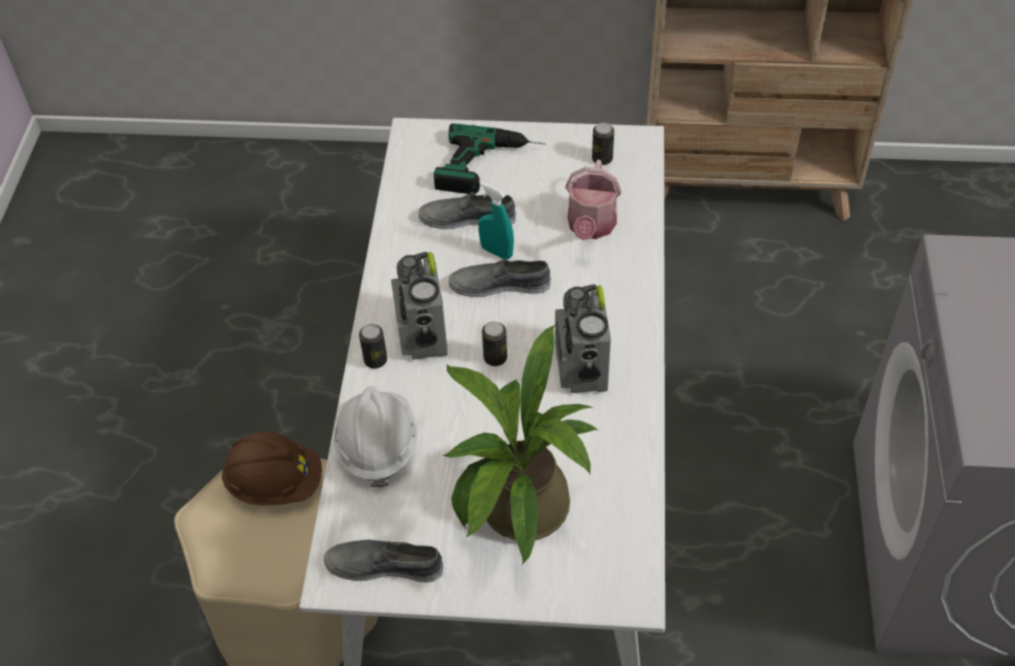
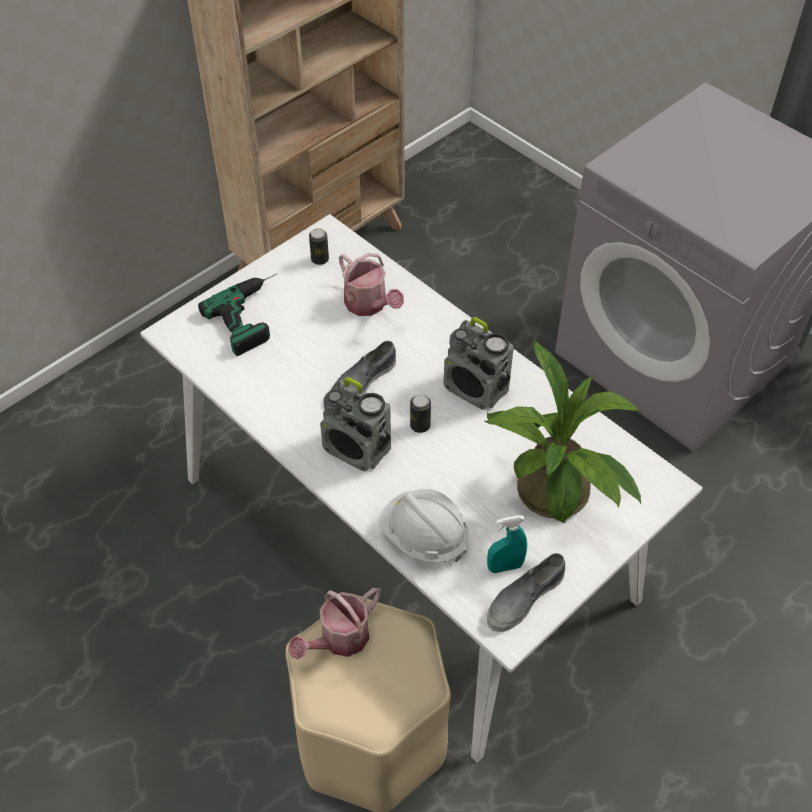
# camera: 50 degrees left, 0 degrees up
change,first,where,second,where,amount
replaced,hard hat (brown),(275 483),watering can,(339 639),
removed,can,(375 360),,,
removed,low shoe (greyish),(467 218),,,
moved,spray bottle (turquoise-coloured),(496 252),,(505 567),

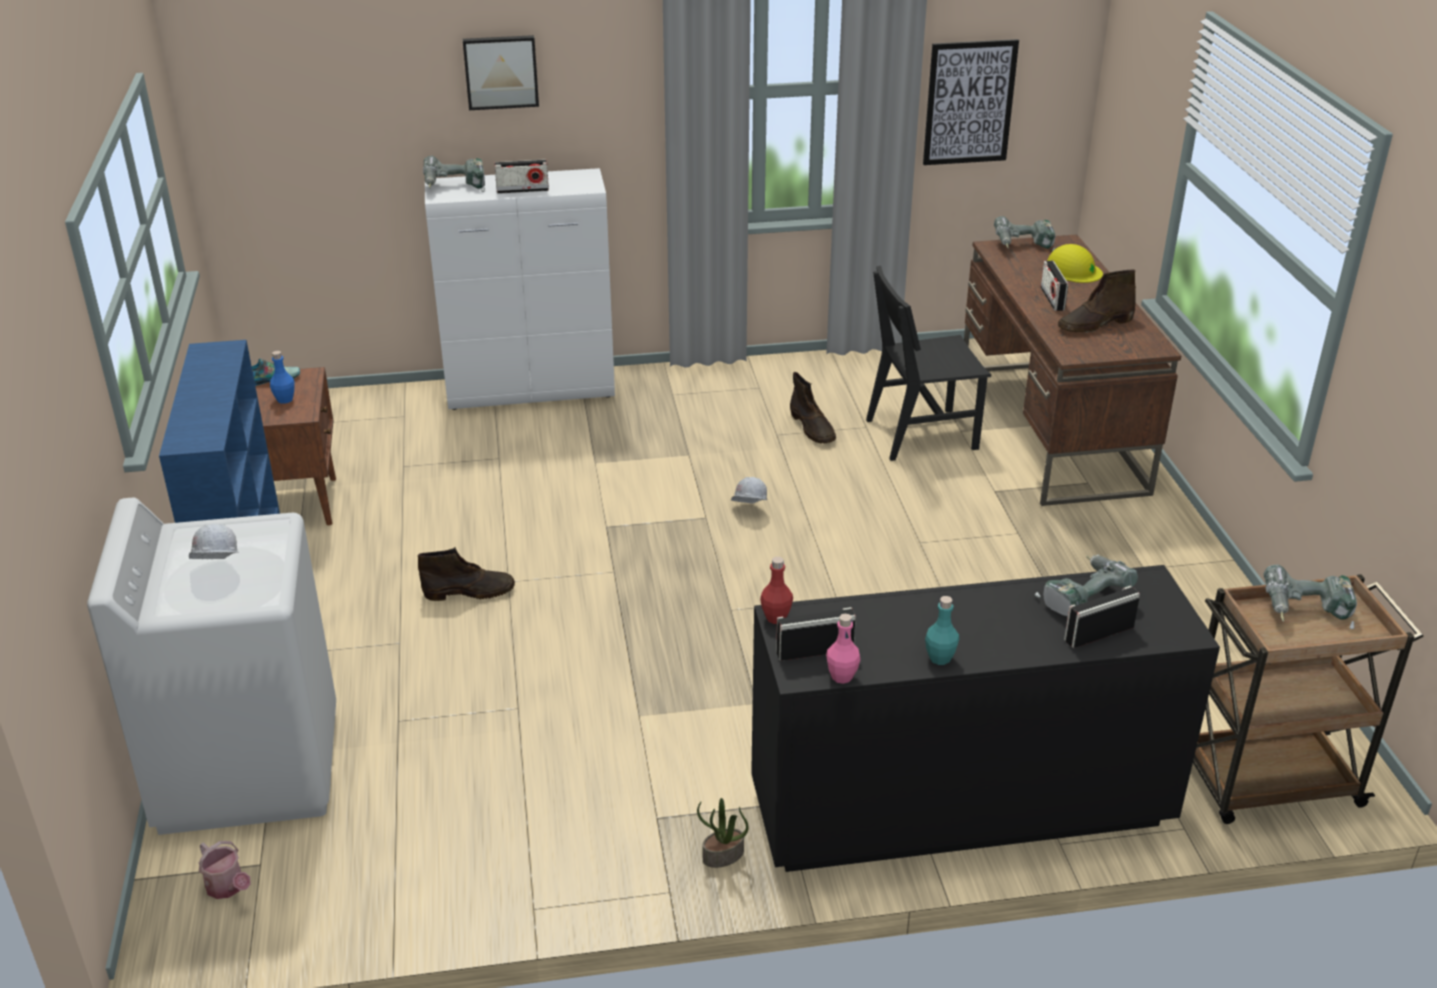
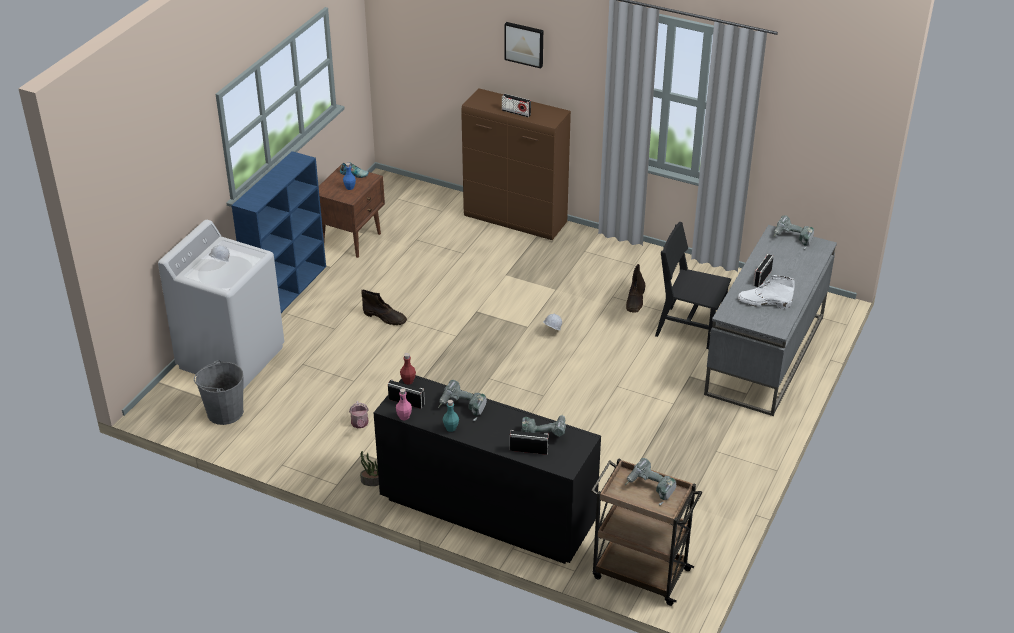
# camera: 35 degrees right, 5 degrees up
change,first,where,second,where,amount
moved,watering can,(228 888),,(360 424),
moved,power drill,(455 188),,(462 408),
recoloured,storage cabinet (white),(532 391),storage cabinet (brown),(516 220),
removed,picture,(969 102),,,
recoloured,desk (brown),(1051 430),desk (greyish),(765 356),
removed,hard hat (yellow),(1072 270),,,
recoloured,tall boot (brown),(1094 324),tall boot (white),(763 302),
added,,,bucket (greyish),(225 412),

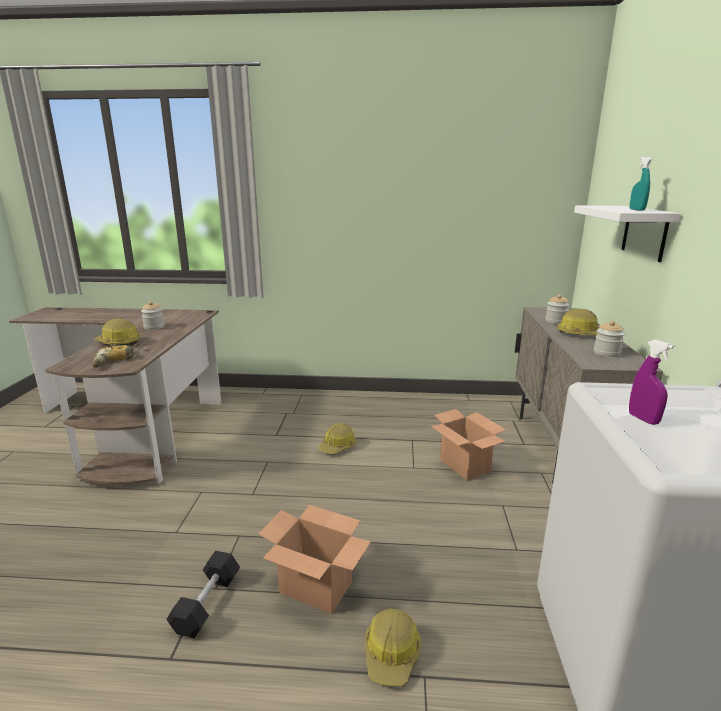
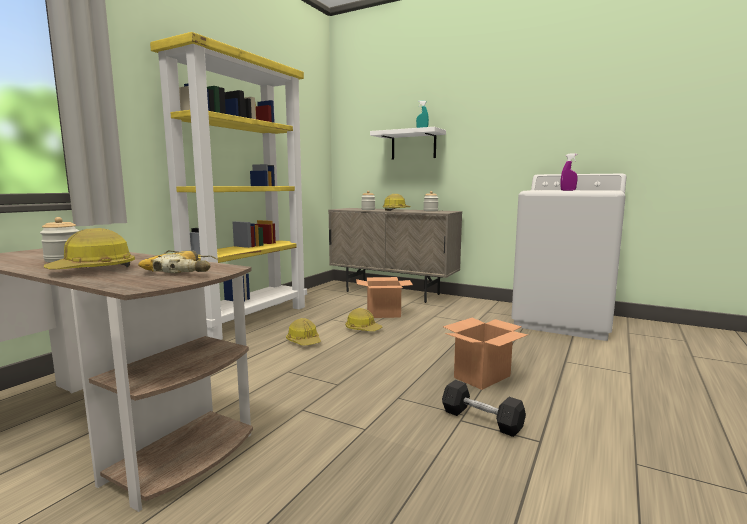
# camera: 65 degrees left, 10 degrees down
change,first,where,second,where,amount
moved,hard hat,(392 654),,(363 329),
added,,,bookcase (yellow),(249 319),

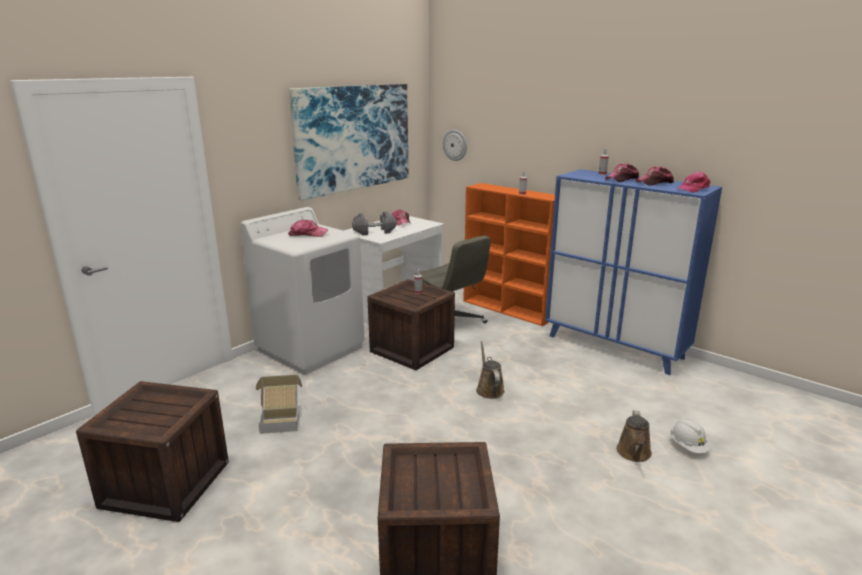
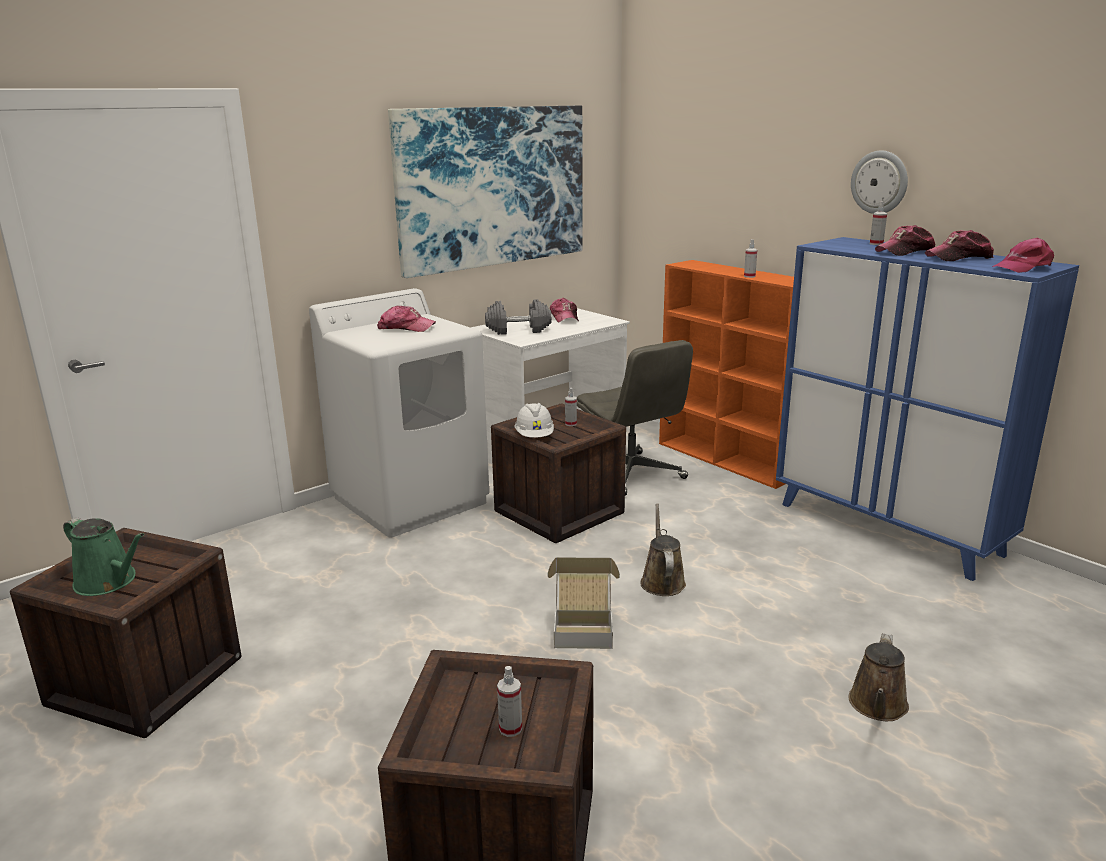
# camera: 10 degrees right, 0 degrees up
change,first,where,second,where,amount
moved,packing box,(281 419),,(583 628),
moved,hanging clock,(455 145),,(879 182),
moved,hard hat (white),(688 446),,(534 436),
added,,,watering can (greenish),(109 582),
added,,,spray bottle,(510 728),

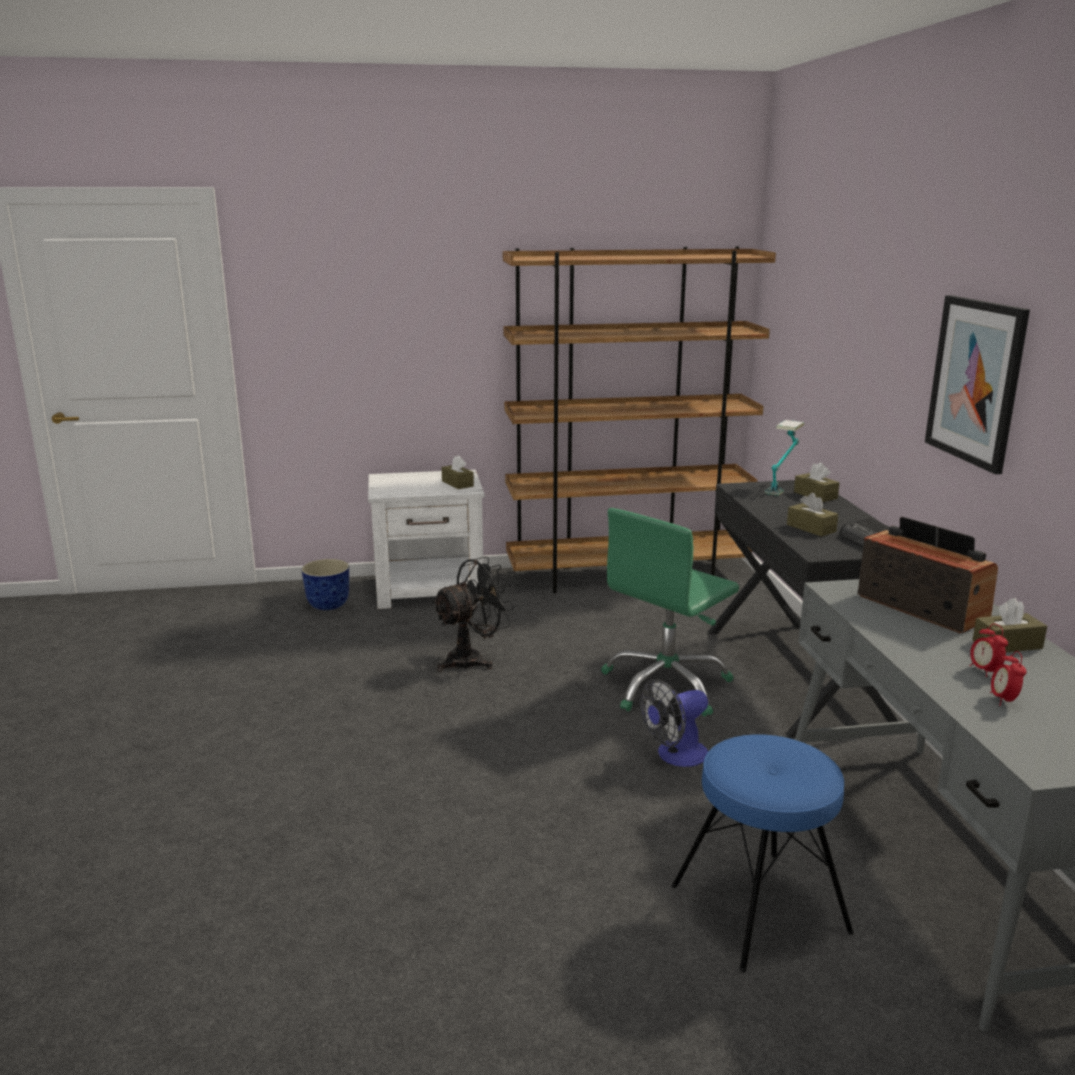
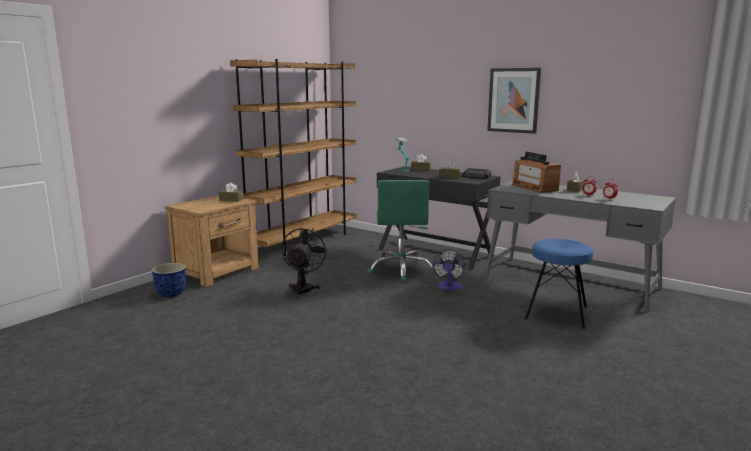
# camera: 45 degrees left, 5 degrees down
change,first,where,second,where,amount
recoloured,nightstand (white),(430 590),nightstand (brown),(218 272),
turned,radio receiver,(922 607),,(534 187),120 degrees counterclockwise

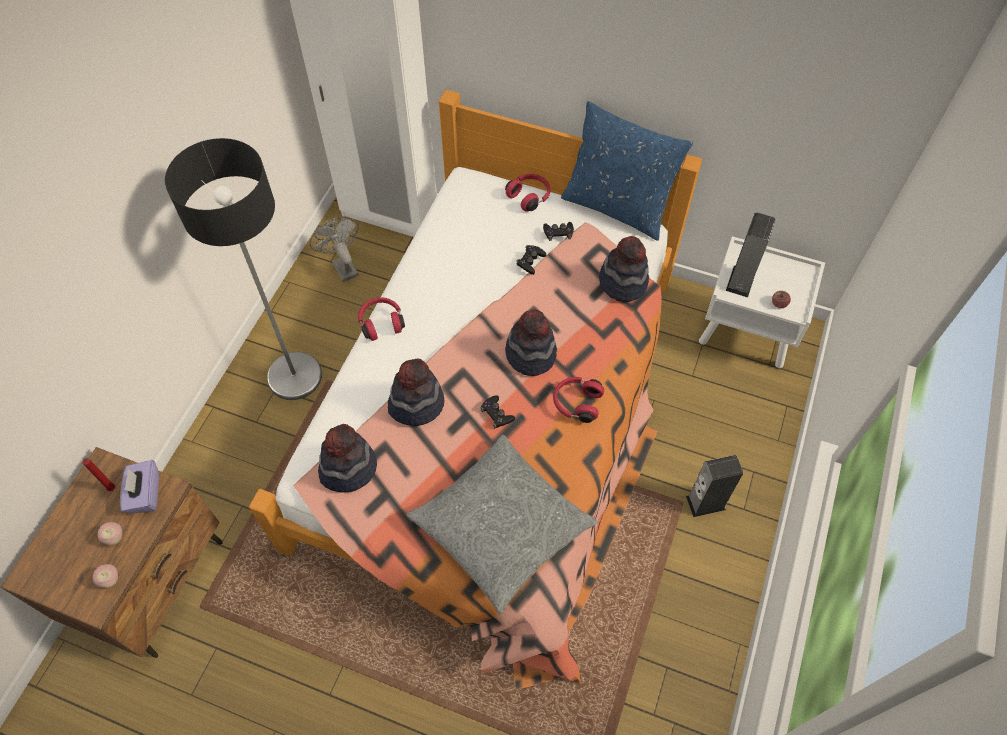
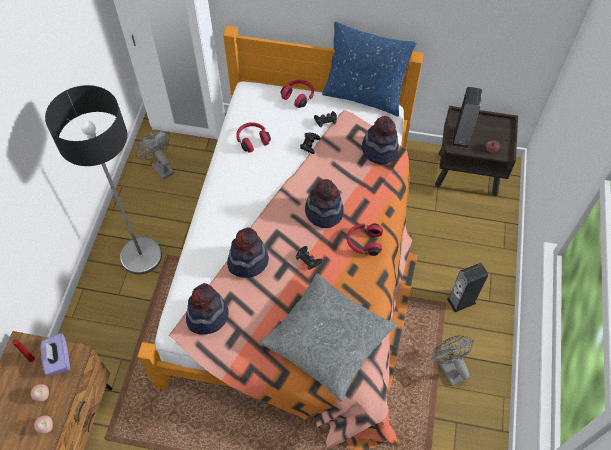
# camera: 10 degrees left, 0 degrees up
change,first,where,second,where,amount
moved,pair of headphones (red-coloured),(381 322),,(252 140),
recoloured,nightstand (white),(747 332),nightstand (brown),(468 174),
added,,,cooling fan (greyish),(448 367),

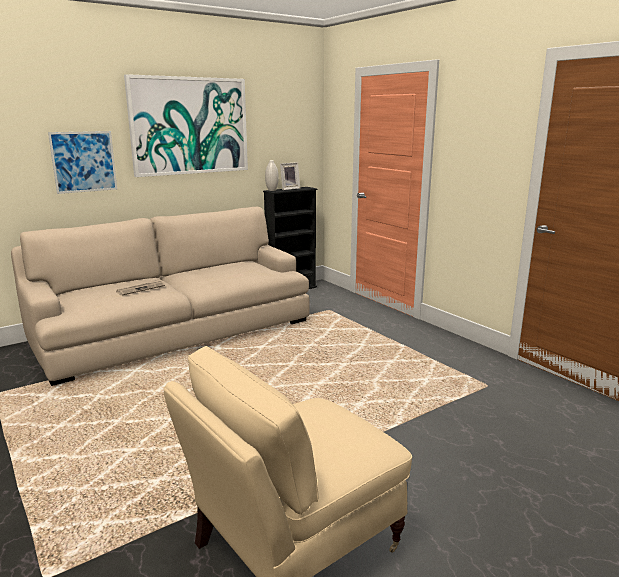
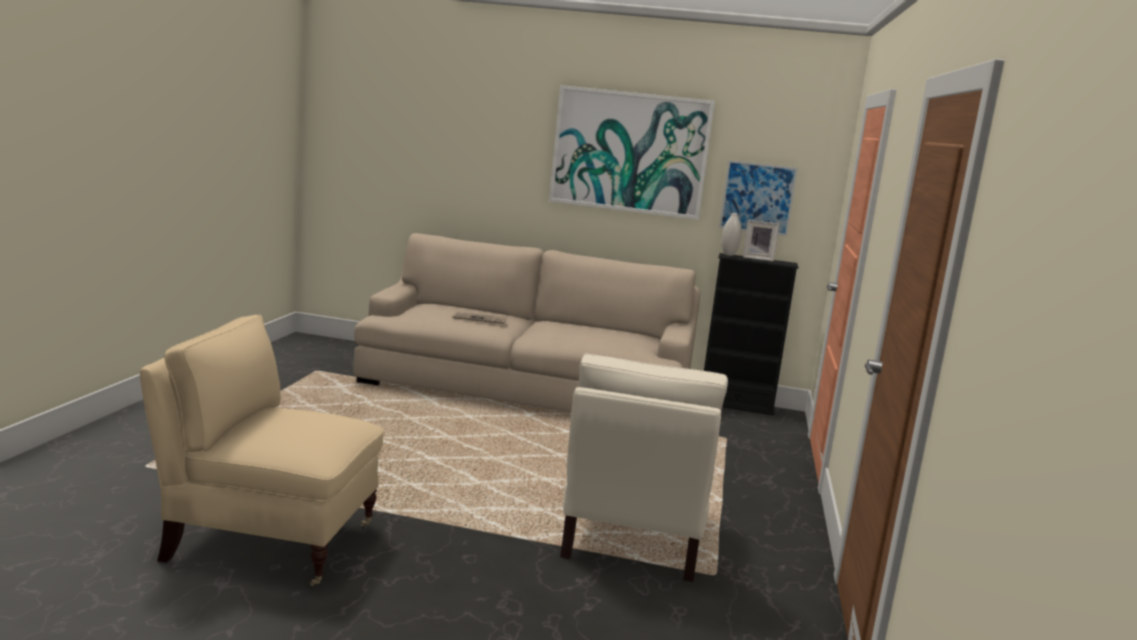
# camera: 45 degrees right, 5 degrees down
change,first,where,second,where,amount
moved,picture,(84 162),,(757 198),
added,,,armchair (sand-coloured),(632 537),

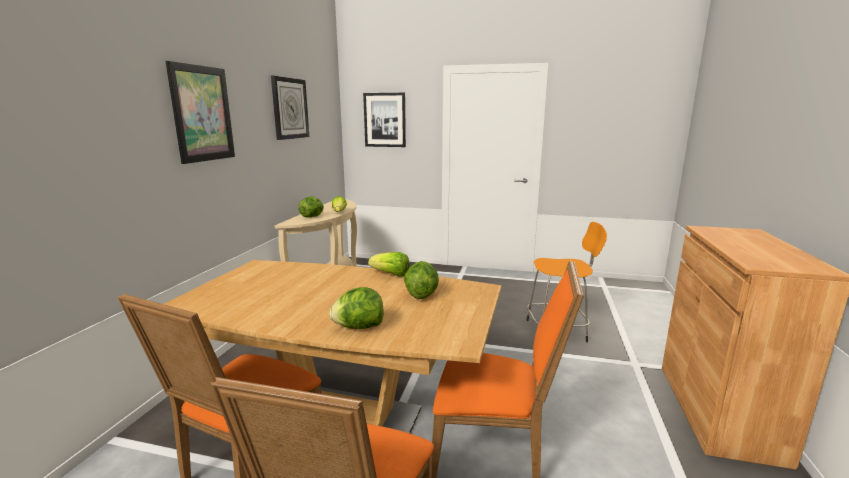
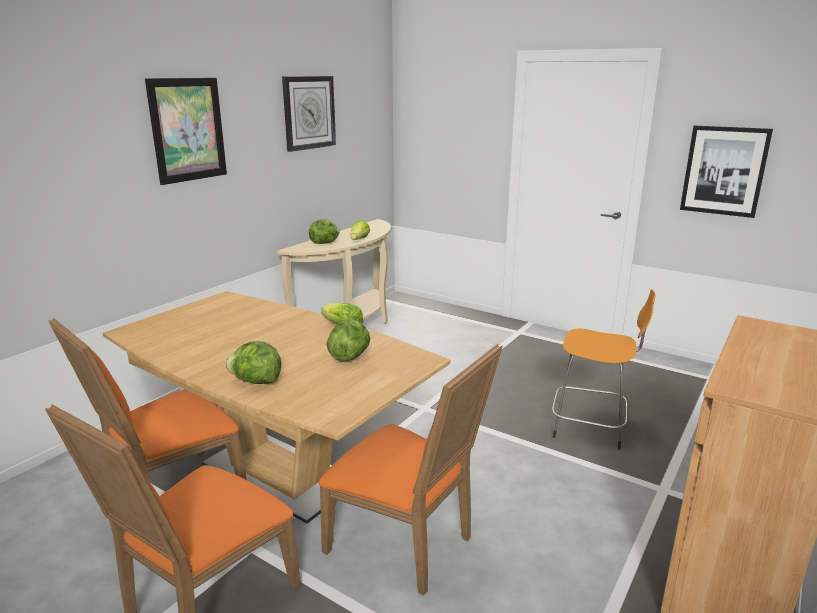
# camera: 20 degrees right, 5 degrees up
change,first,where,second,where,amount
moved,picture,(385 120),,(724 171),

